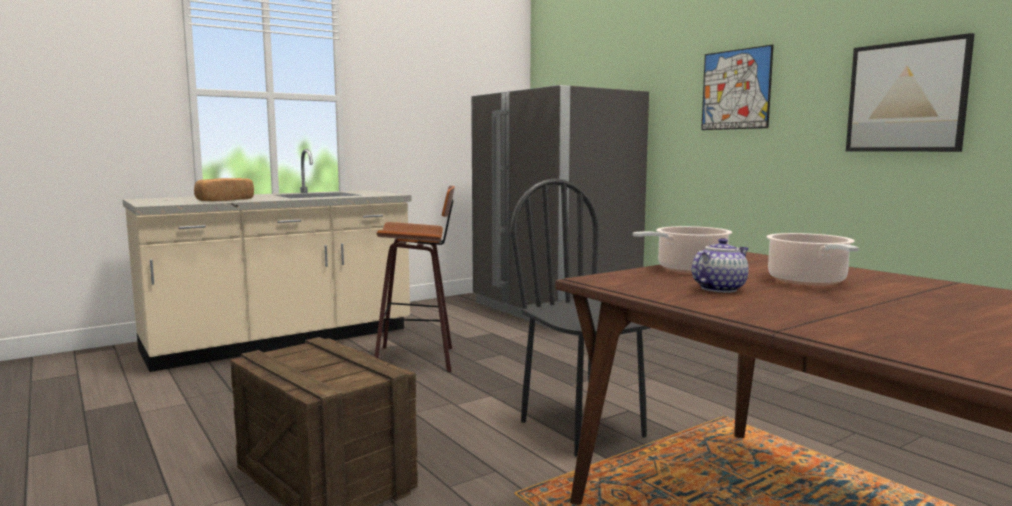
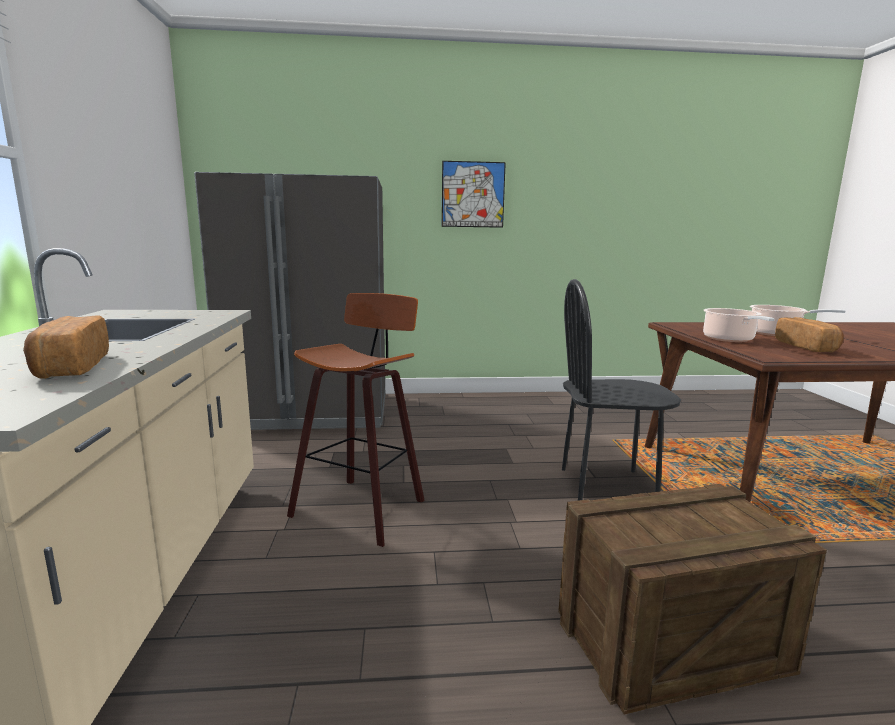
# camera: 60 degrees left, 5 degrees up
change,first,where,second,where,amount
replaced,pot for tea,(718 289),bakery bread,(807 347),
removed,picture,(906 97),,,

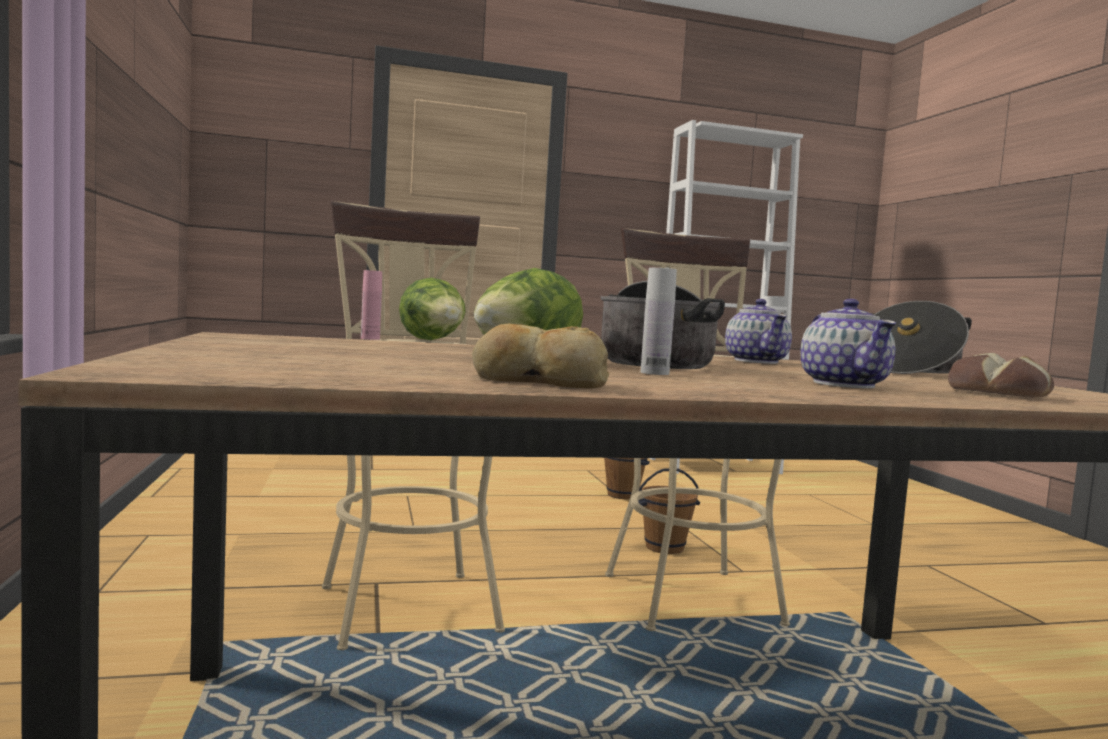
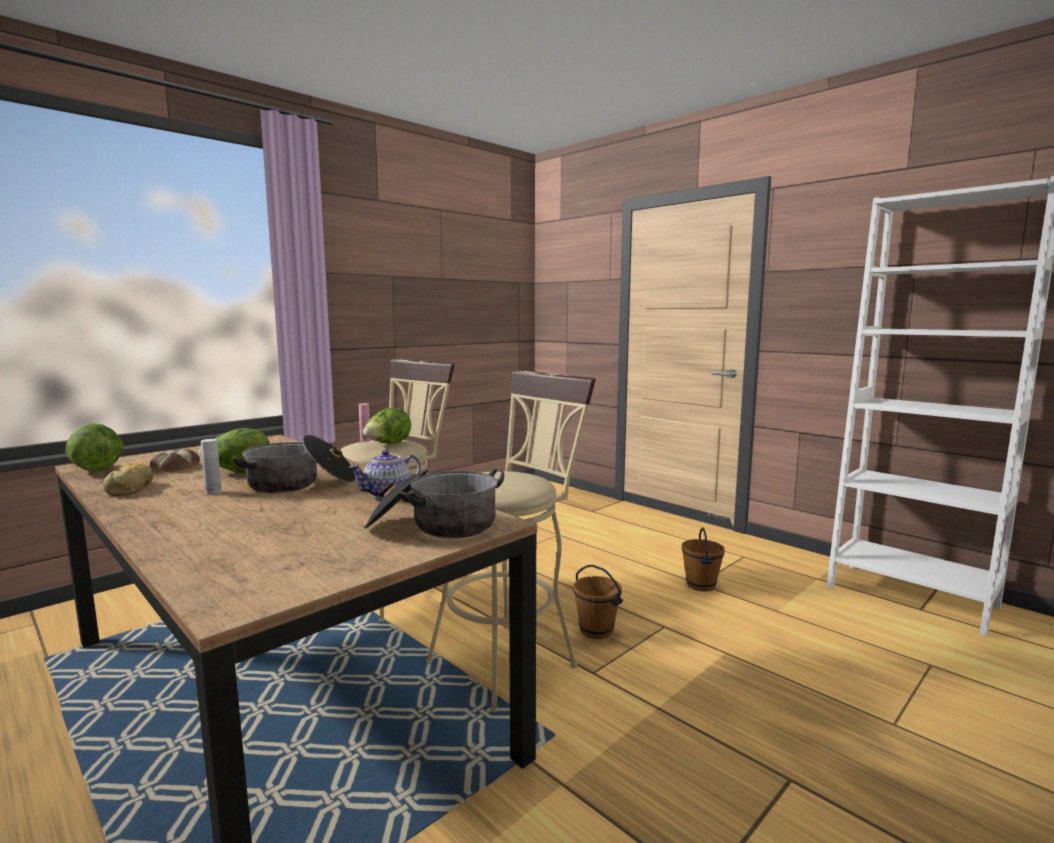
# camera: 60 degrees right, 5 degrees up
change,first,where,second,where,amount
removed,pot for tea,(843 384),,,
moved,bakery bread,(996 393),,(175 467),
added,,,head of lettuce,(97 470),

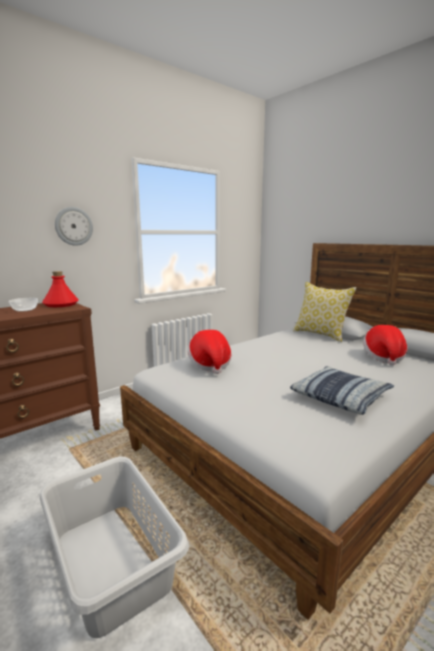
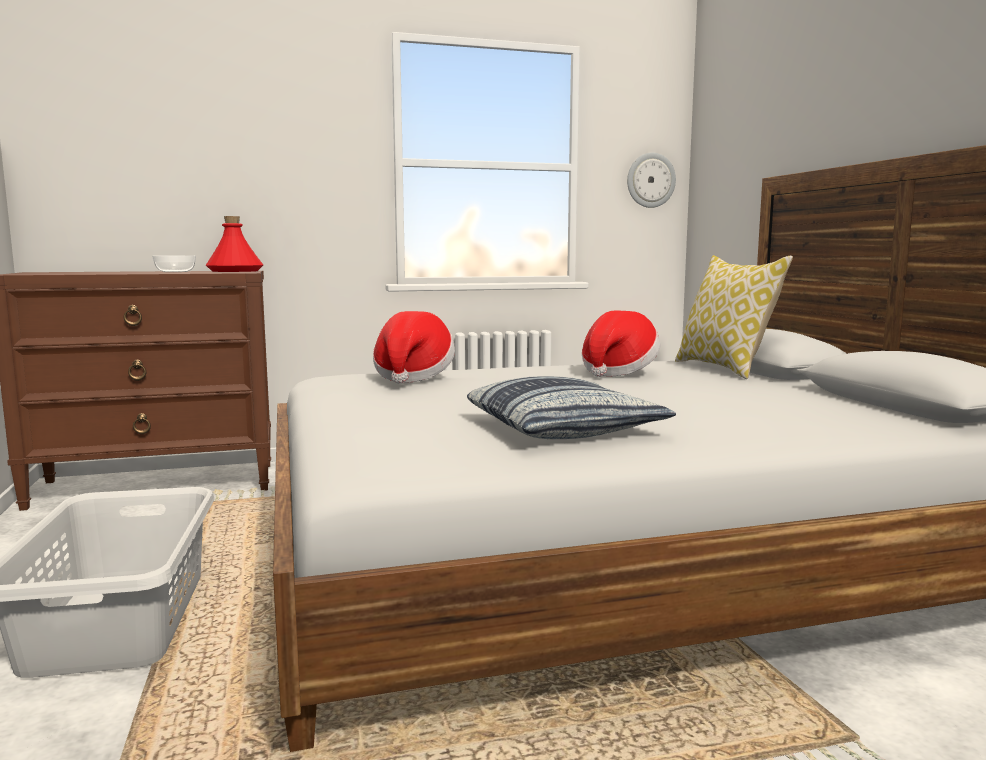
# camera: 25 degrees right, 5 degrees down
change,first,where,second,where,amount
moved,hanging clock,(74 226),,(650 180),
moved,clothing hat,(383 357),,(618 371),

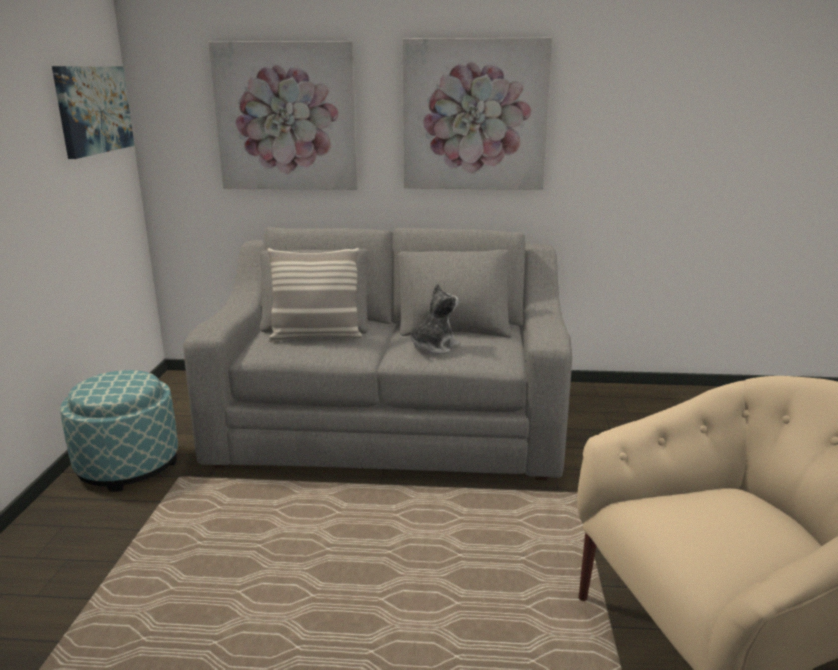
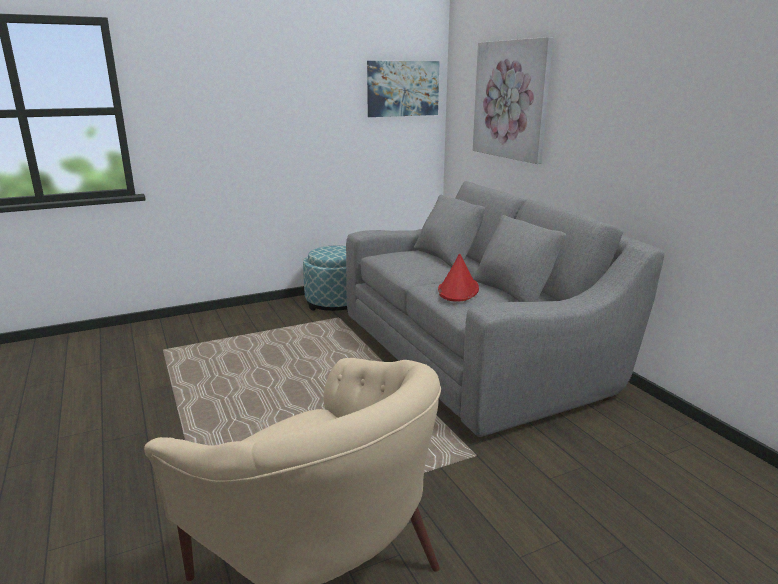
# camera: 60 degrees right, 0 degrees up
change,first,where,second,where,amount
removed,pillow,(316 336),,,
removed,picture,(474 115),,,
replaced,soft toy,(434 347),clothing hat (red-coloured),(458 290),

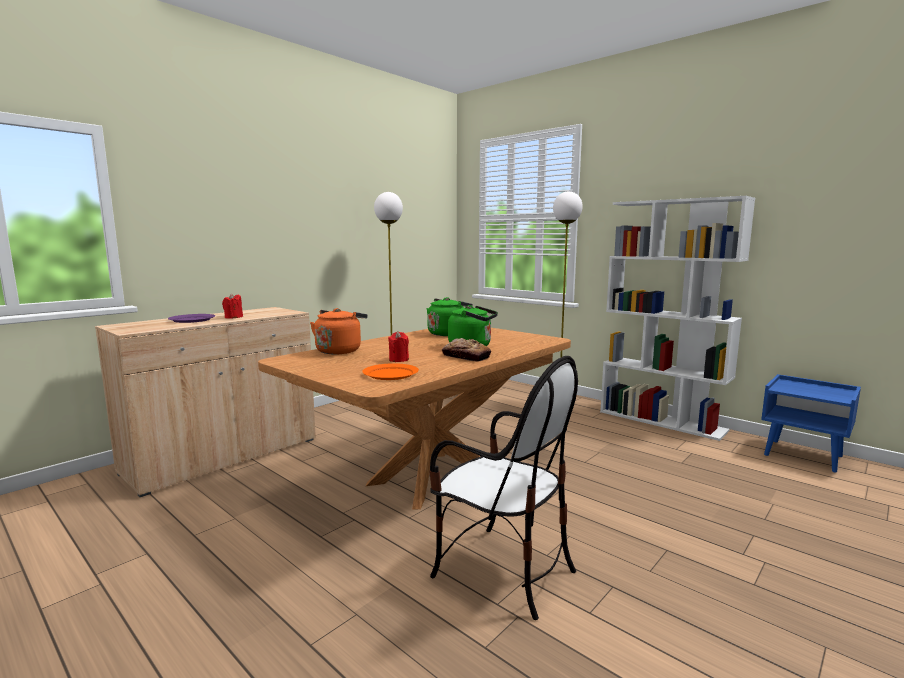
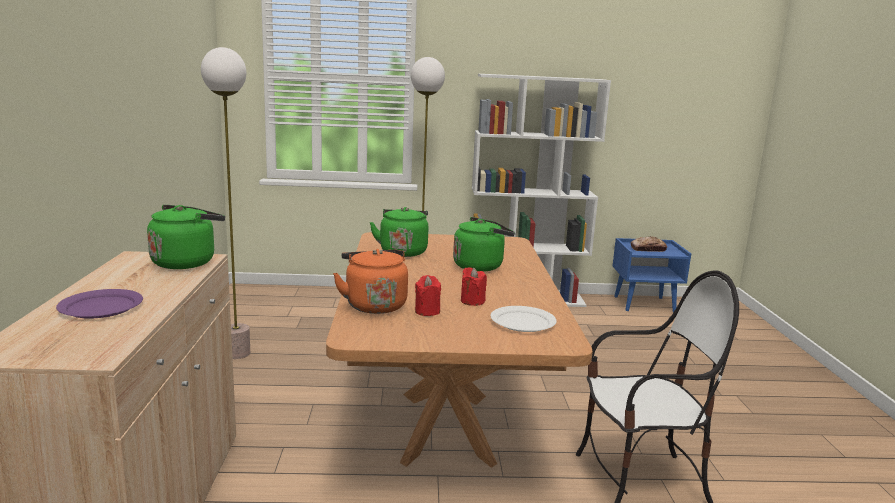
# camera: 45 degrees left, 5 degrees up
change,first,where,second,where,amount
moved,candle (red-coloured),(233 317),,(427 311),
recoloured,dinner plate (orange),(390 374),dinner plate (white),(522 322),
moved,bakery bread,(466 357),,(648 249),
added,,,water kettle (greenish),(186 262),

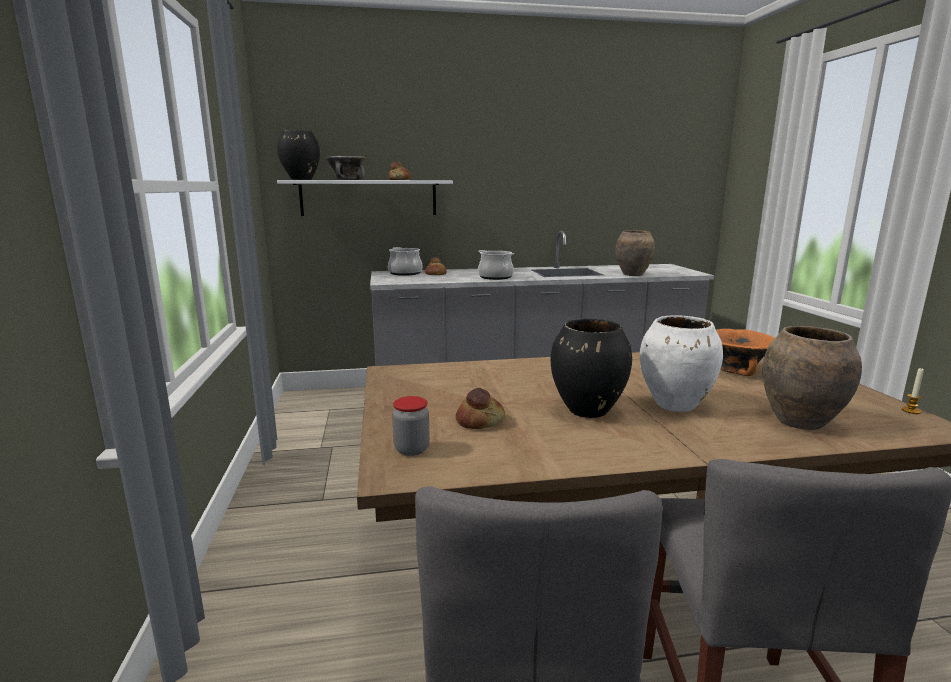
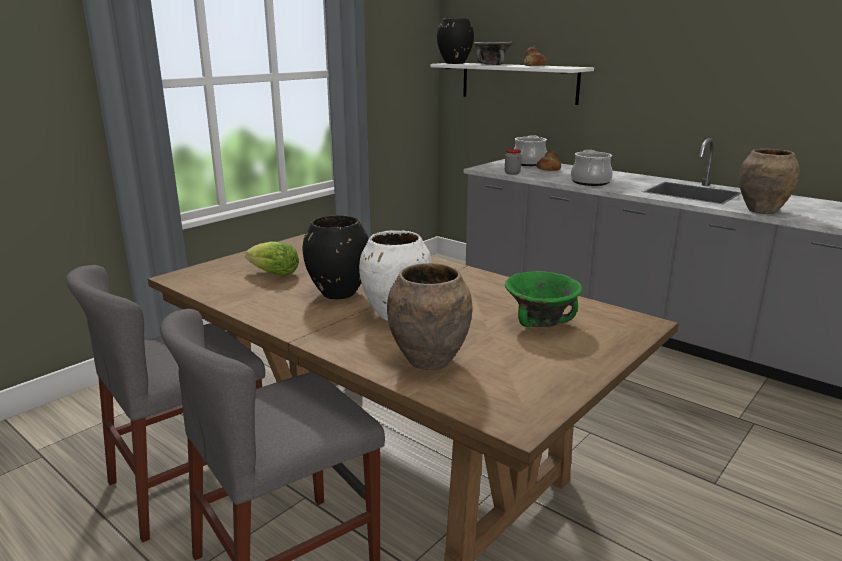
# camera: 50 degrees right, 5 degrees up
change,first,where,second,where,amount
moved,jar,(412 449),,(512 173),
replaced,bakery bread,(480 421),head of lettuce,(274 274),
recoloured,deep dish (orange),(736 371),deep dish (greenish),(540 321),
removed,candle,(910 411),,,

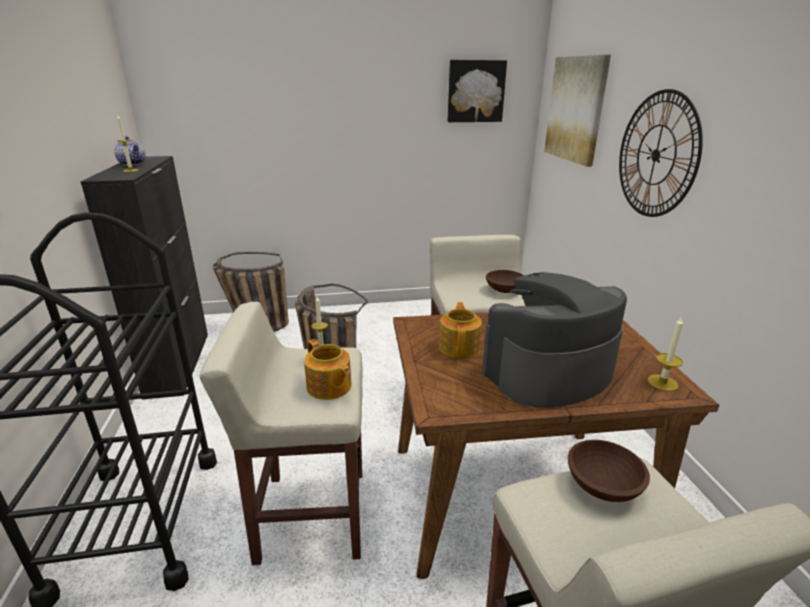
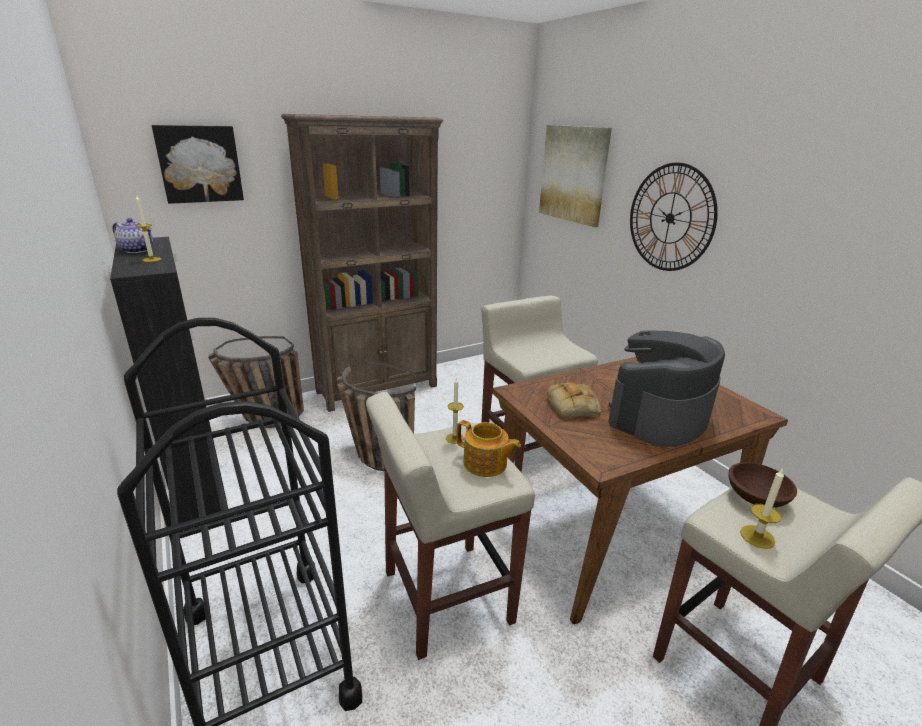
# camera: 20 degrees left, 0 degrees up
change,first,where,second,where,amount
replaced,pot for tea,(459 347),bakery bread,(573 406),
moved,picture,(475 91),,(199 164),
removed,deep dish (brown),(504 290),,,
moved,candle,(662 382),,(757 536),
added,,,bookcase (brown),(378 388),

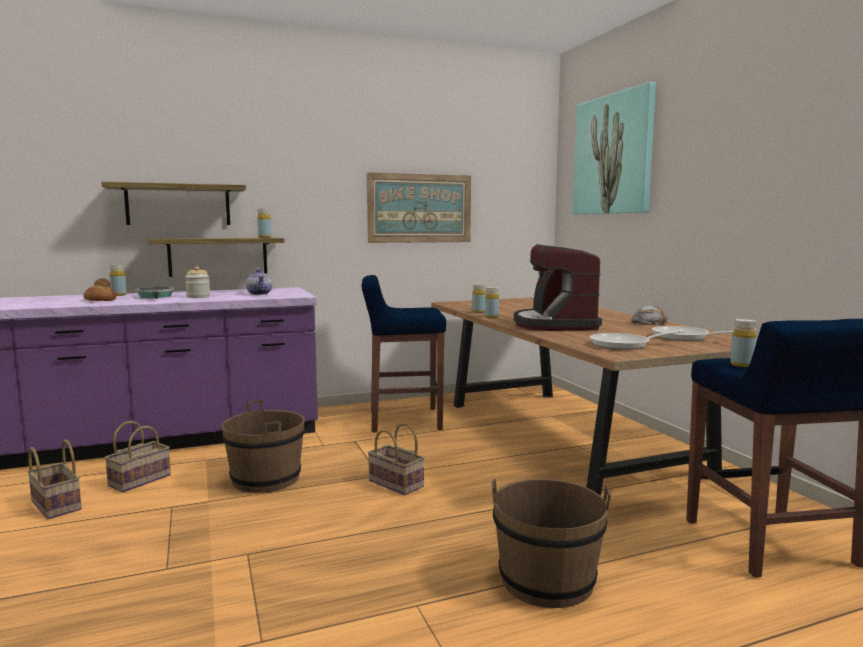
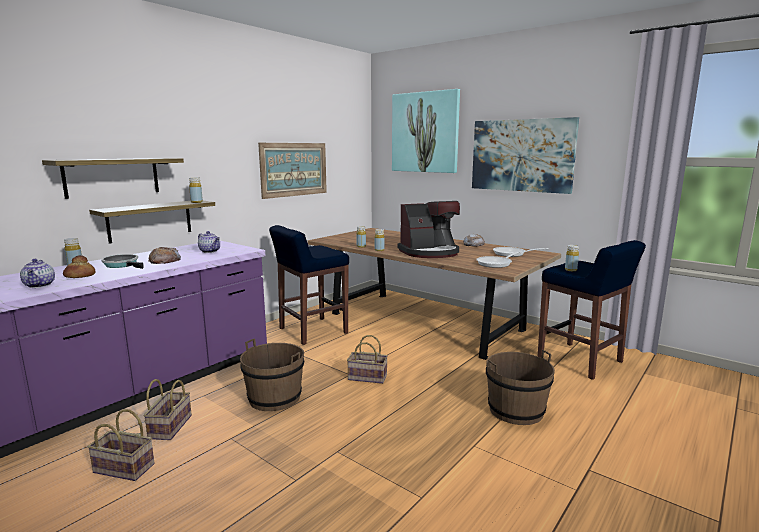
# camera: 30 degrees left, 5 degrees up
change,first,where,second,where,amount
replaced,jar,(198 296),bakery bread,(165 260),
turned,coffee machine,(555 325),,(430 252),75 degrees counterclockwise
added,,,pot for tea,(40 285),
added,,,picture,(522 155),

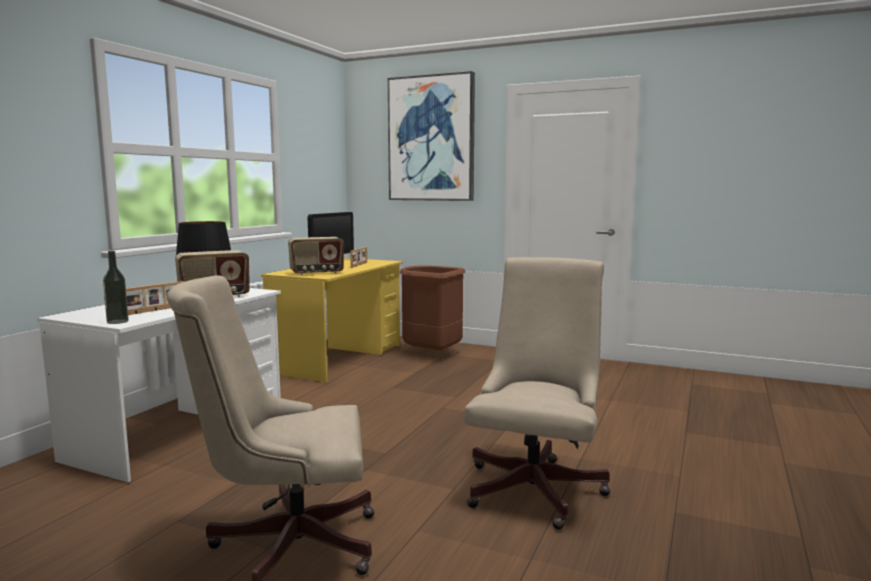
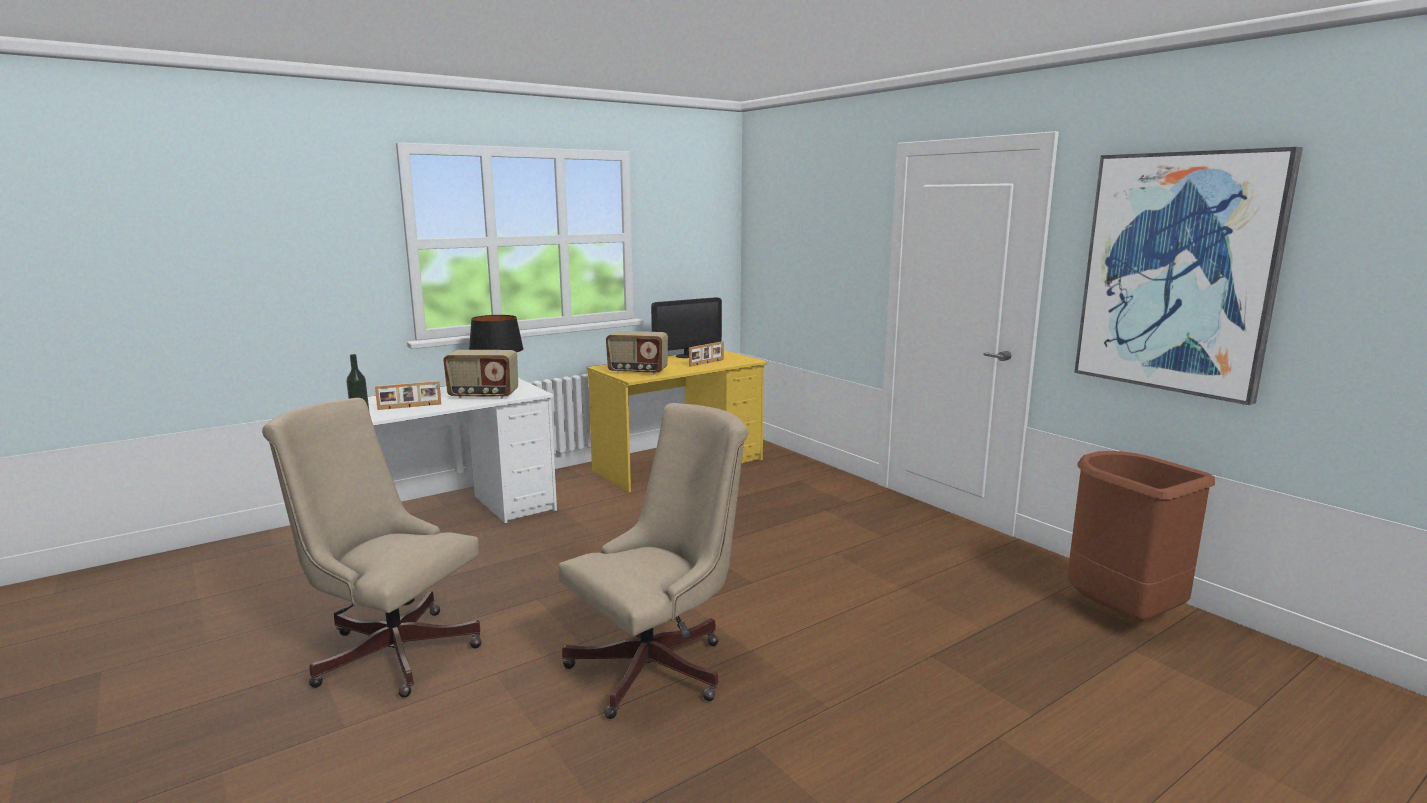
# camera: 30 degrees right, 5 degrees up
change,first,where,second,where,amount
moved,picture,(431 139),,(1178 273),
moved,rubbish bin (brown),(431 354),,(1120 615),

